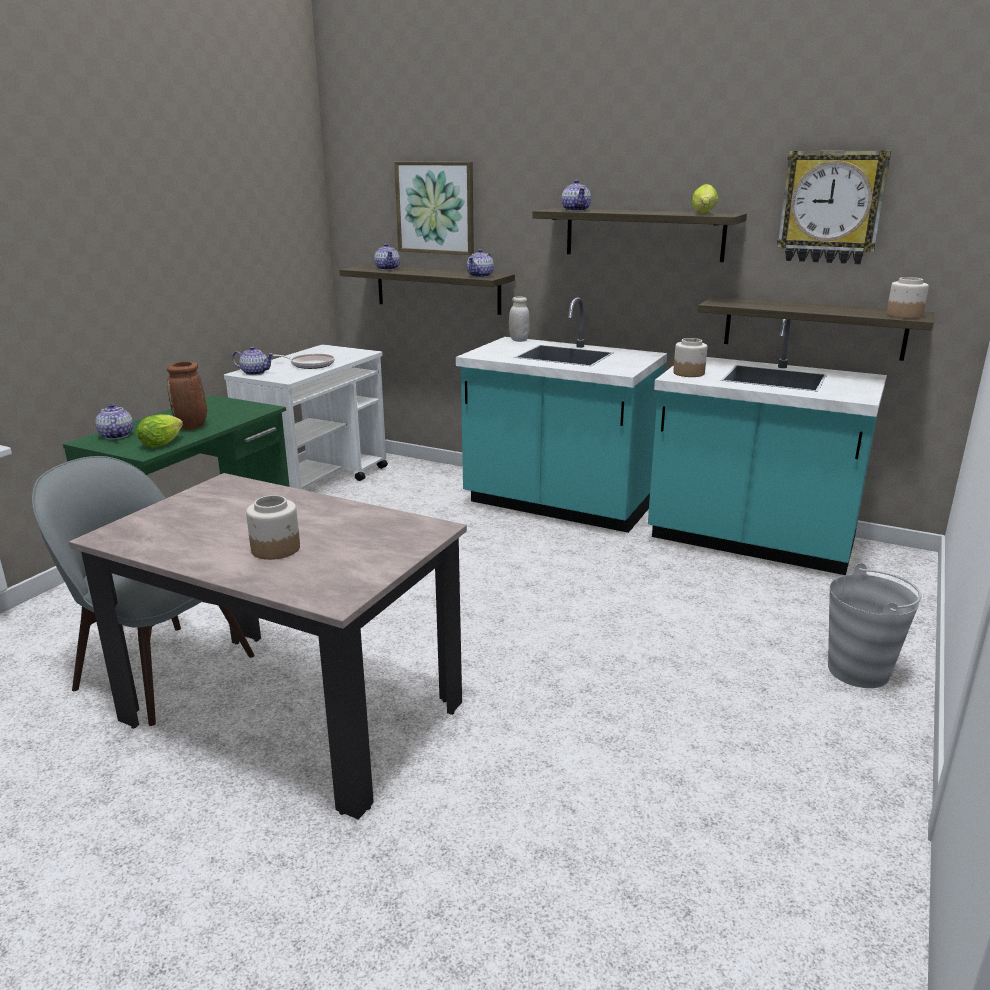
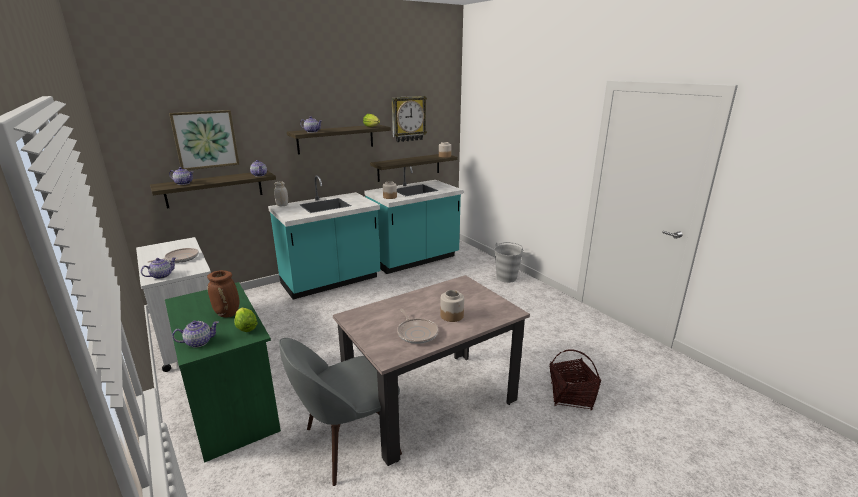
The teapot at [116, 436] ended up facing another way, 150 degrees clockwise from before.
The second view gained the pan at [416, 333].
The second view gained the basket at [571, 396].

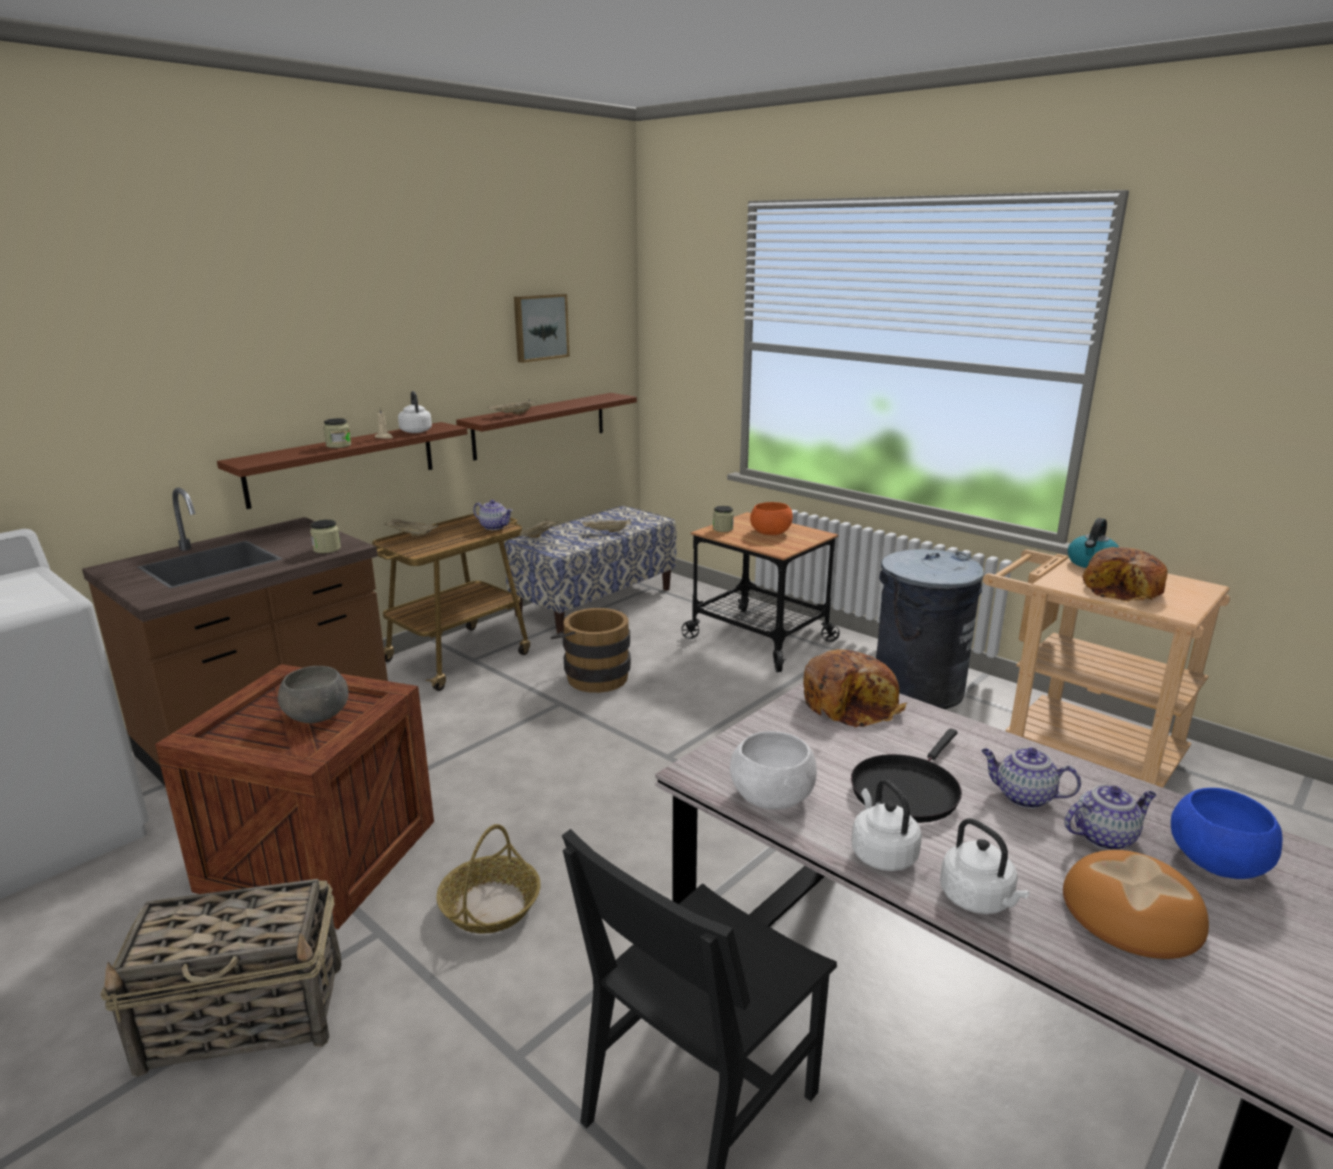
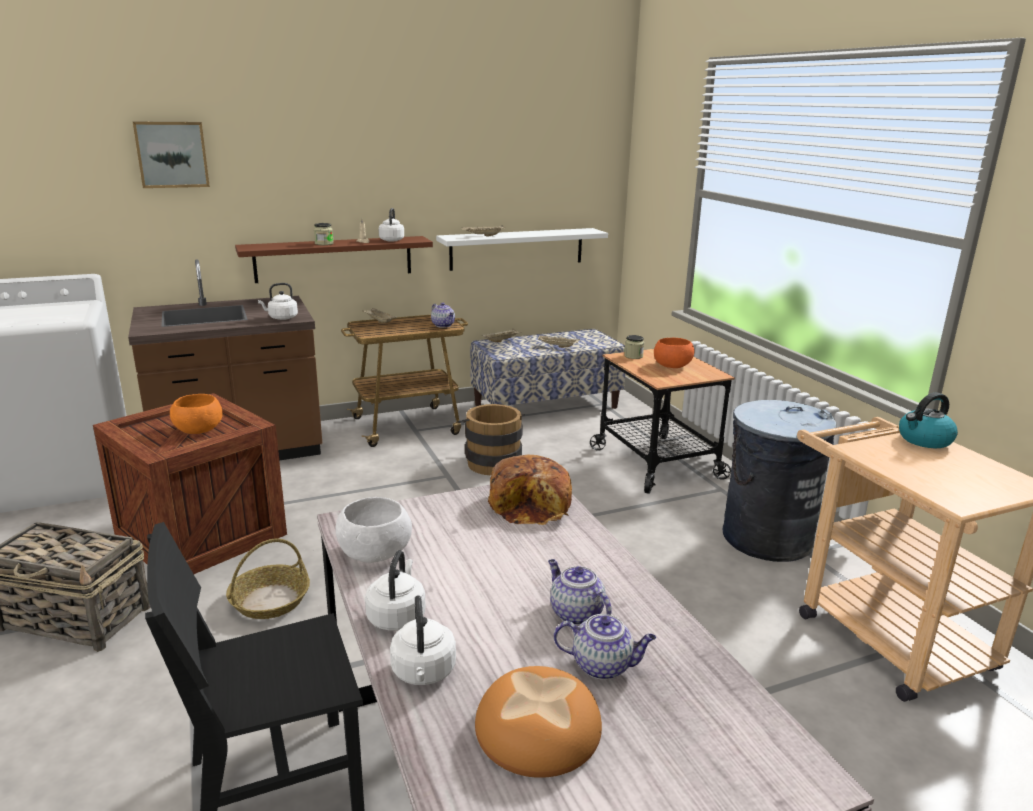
What was the bowl in greyish at [317, 715] turned into the bowl in orange at [199, 429].
Where the preserve jar stood at [327, 549], the kettle in white came to stand at [281, 318].
What was the bracket shelf in brownish at [540, 425] turned into the bracket shelf in white at [517, 249].
The picture ended up elsewhere, having gone from [540, 327] to [172, 154].
The second view lost the pan in black-coloured at [907, 790].
The second view lost the bakery bread at [1124, 590].
The second view lost the bowl in bluish at [1218, 861].

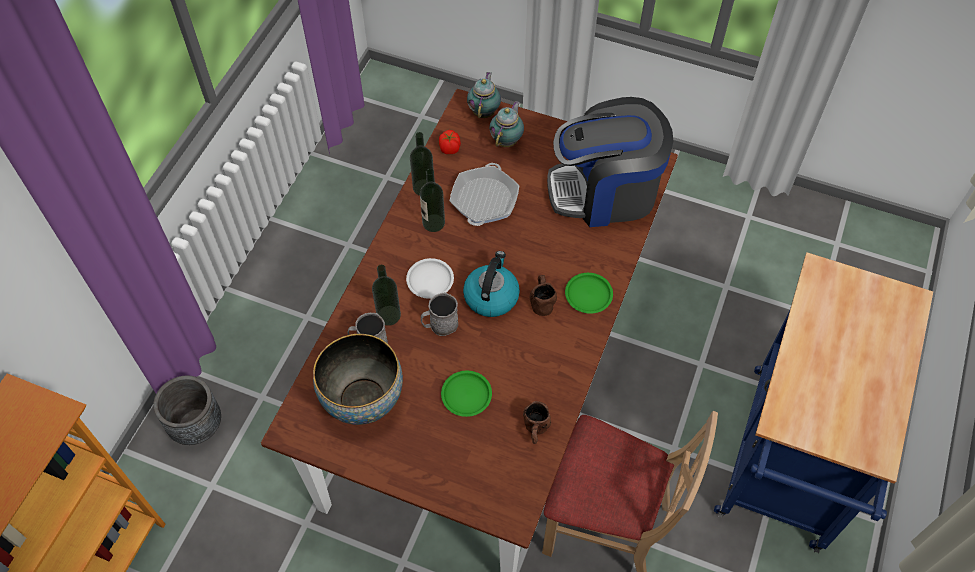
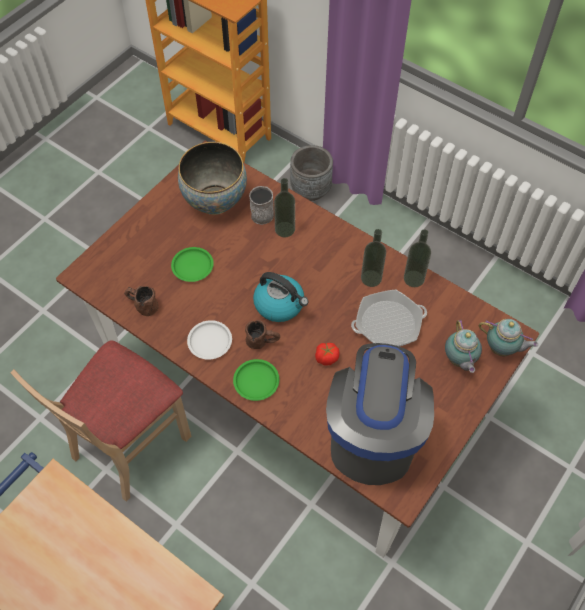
The flat dish in white ended up elsewhere, having gone from [430, 281] to [209, 341].
The second view lost the coffee mug in greyish at [440, 325].
The tomato ended up elsewhere, having gone from [449, 149] to [326, 358].
The pan at [484, 200] ended up facing another way, 45 degrees counterclockwise from before.
The teapot at [507, 140] ended up facing another way, 45 degrees clockwise from before.

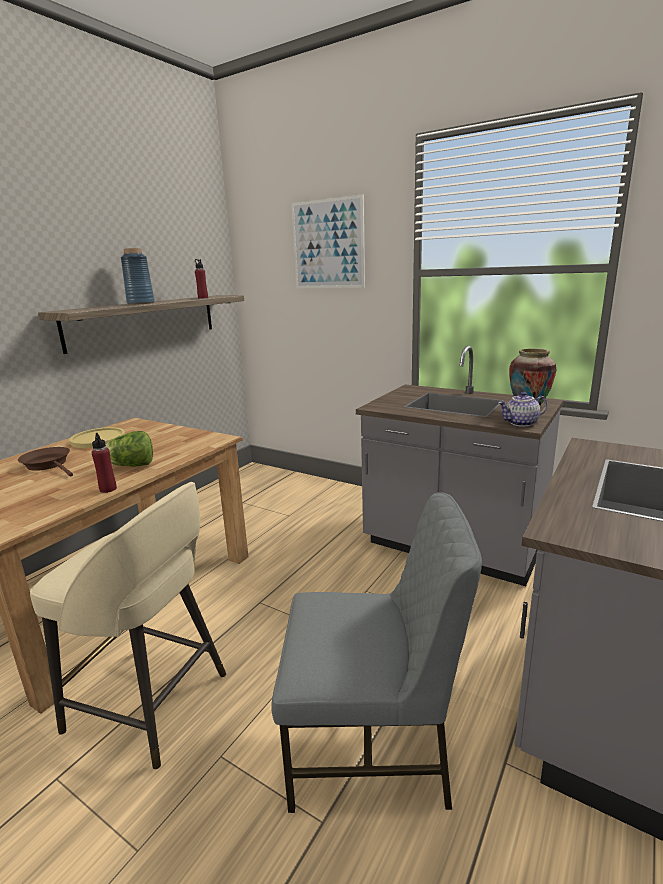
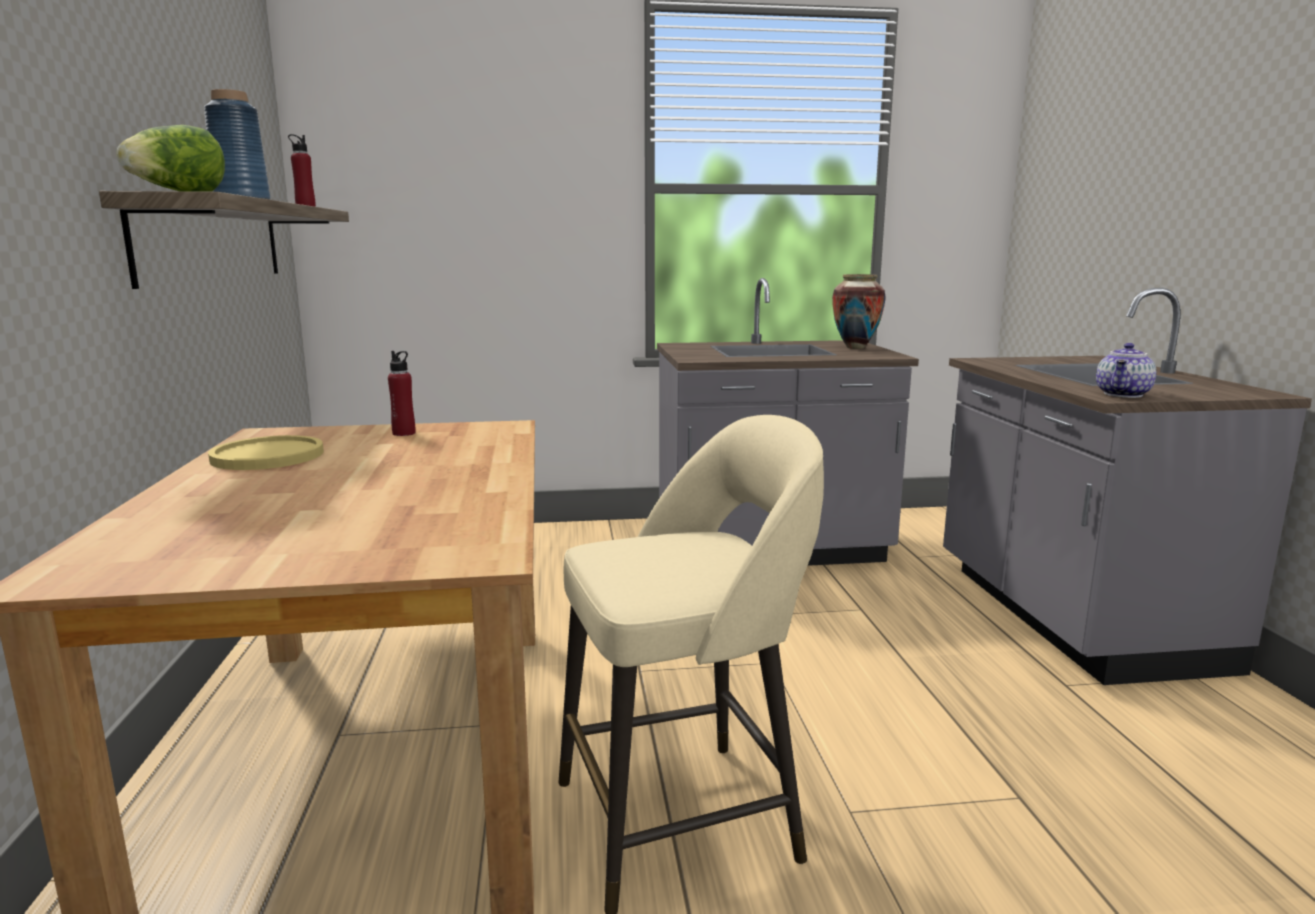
The second view lost the pan in brownish at [49, 465].
The beverage bottle in reddish ended up elsewhere, having gone from [108, 489] to [404, 433].
The head of lettuce ended up elsewhere, having gone from [132, 466] to [179, 192].
The second view lost the chair in greyish at [372, 745].
The second view lost the picture at [328, 244].
The teapot ended up elsewhere, having gone from [521, 423] to [1124, 394].

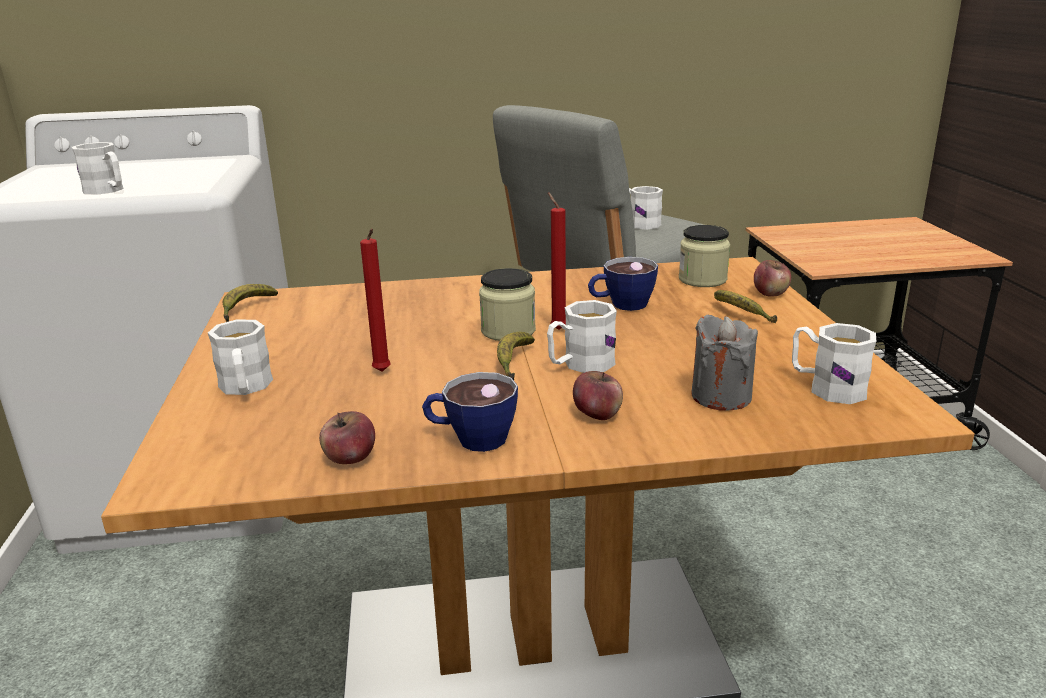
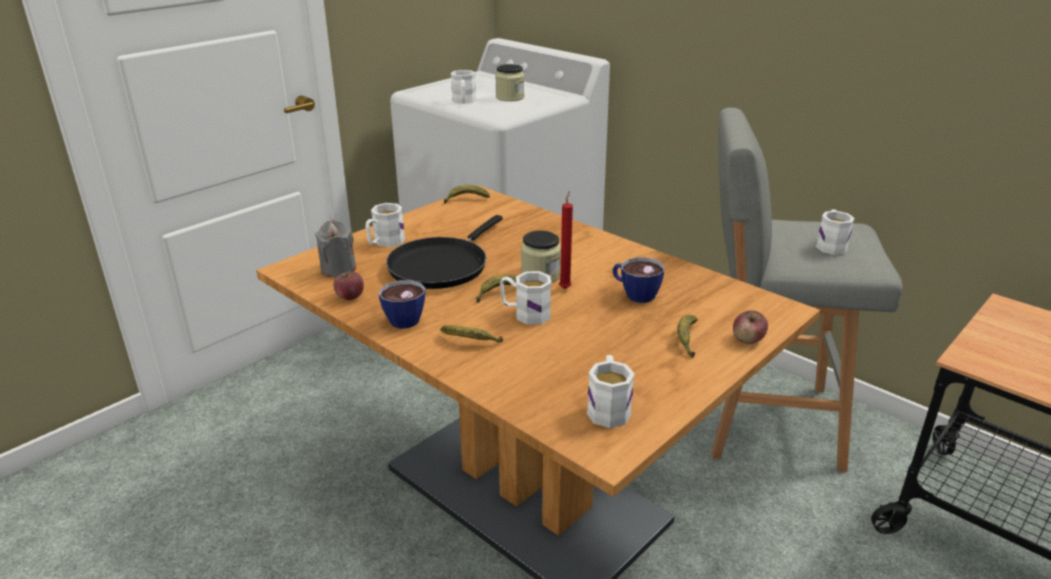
Where the wax candle in reddish stood at [382, 373], the pan in black-coloured came to stand at [441, 265].
Where the apple stood at [597, 414], the whole banana came to stand at [470, 342].
The preserve jar ended up elsewhere, having gone from [702, 279] to [510, 97].
The wax candle in greyish ended up elsewhere, having gone from [721, 396] to [338, 269].

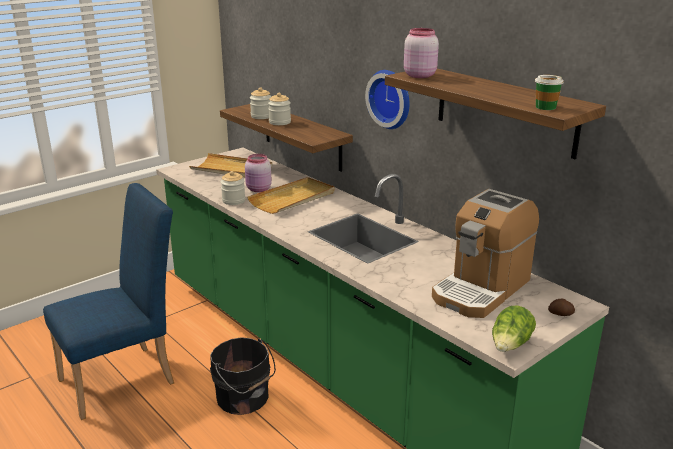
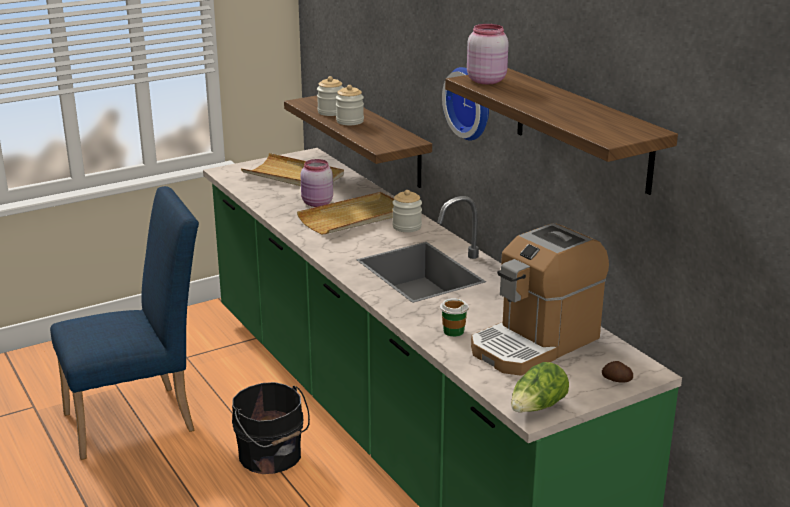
The preserve jar ended up elsewhere, having gone from [233, 201] to [407, 227].
The small cup ended up elsewhere, having gone from [545, 107] to [453, 331].

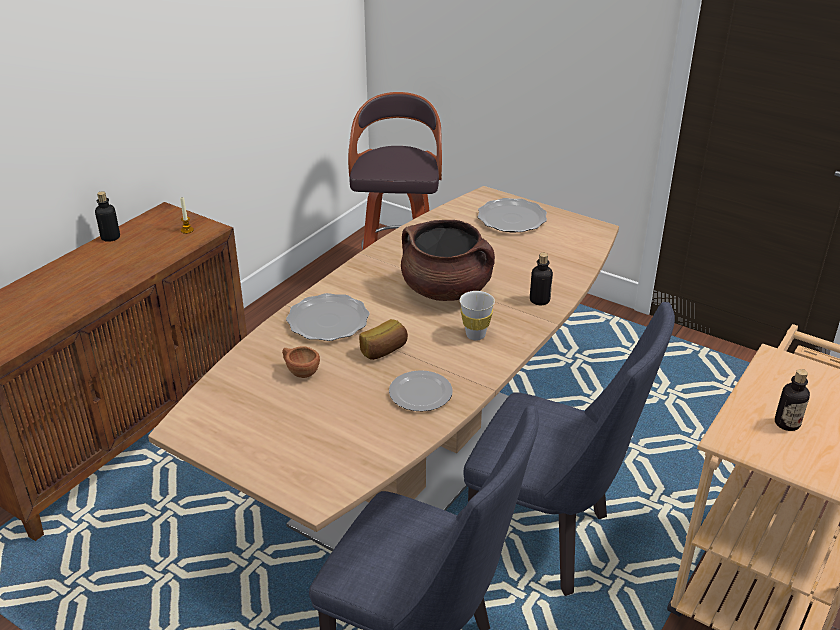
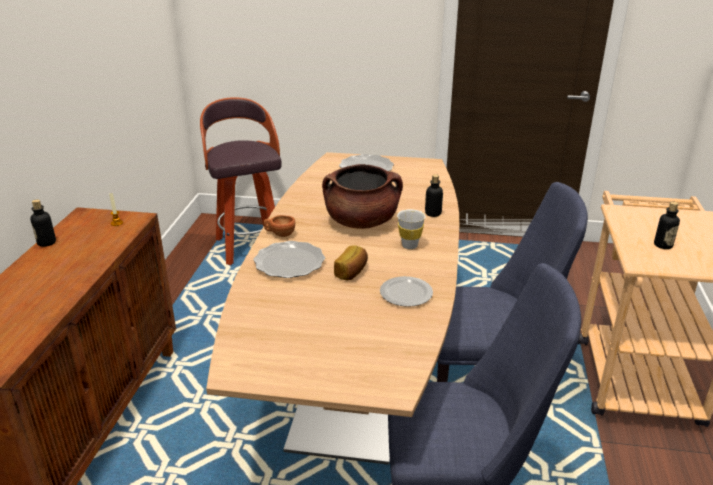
The small cup in brownish ended up elsewhere, having gone from [300, 371] to [279, 234].

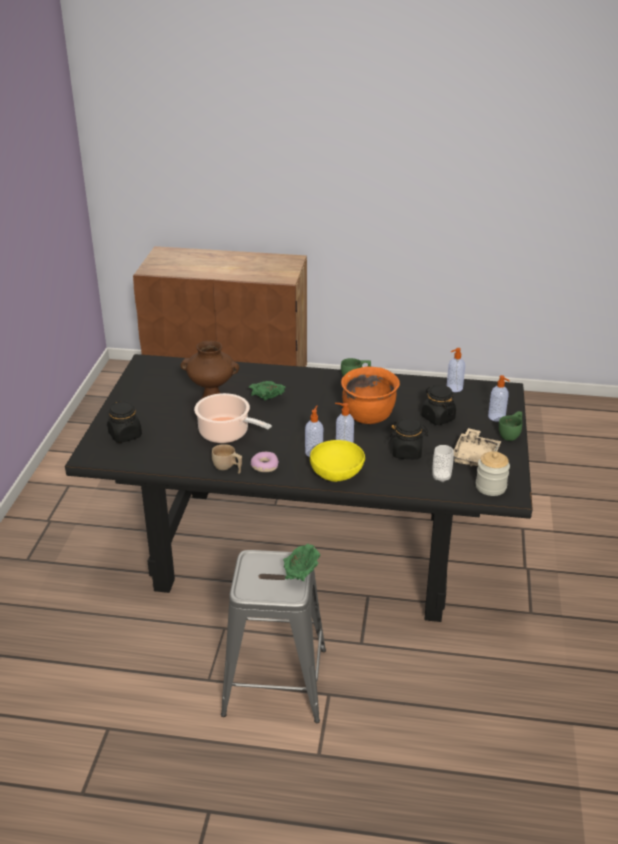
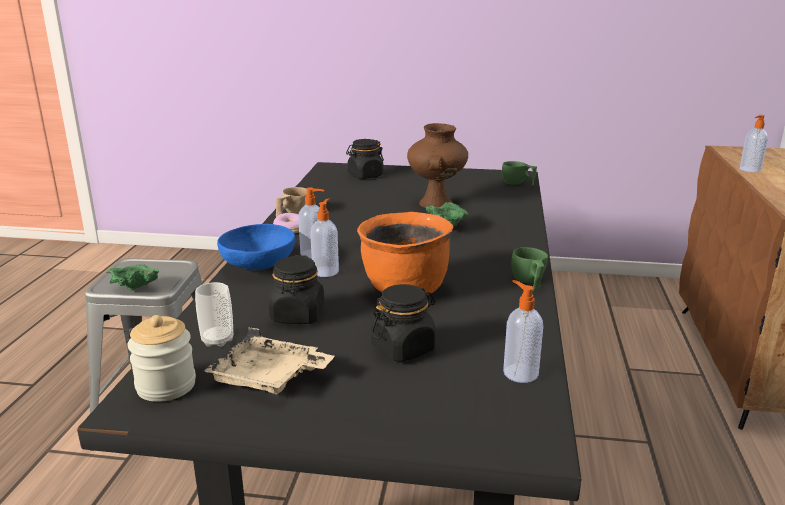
The second view lost the stockpot at [226, 433].
What was the bowl in yellow at [337, 473] turned into the bowl in bluish at [259, 267].
The soap dispenser ended up elsewhere, having gone from [497, 417] to [749, 169].
The small cup in green ended up elsewhere, having gone from [511, 434] to [518, 184].

